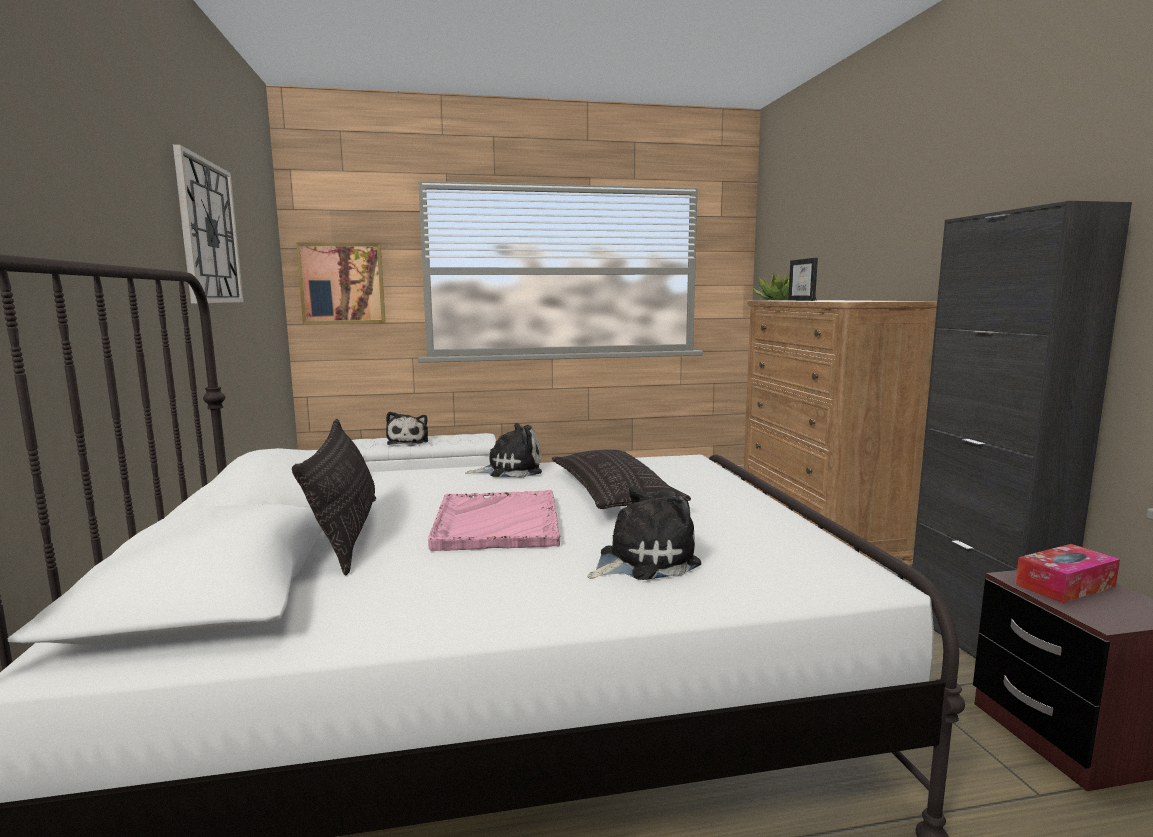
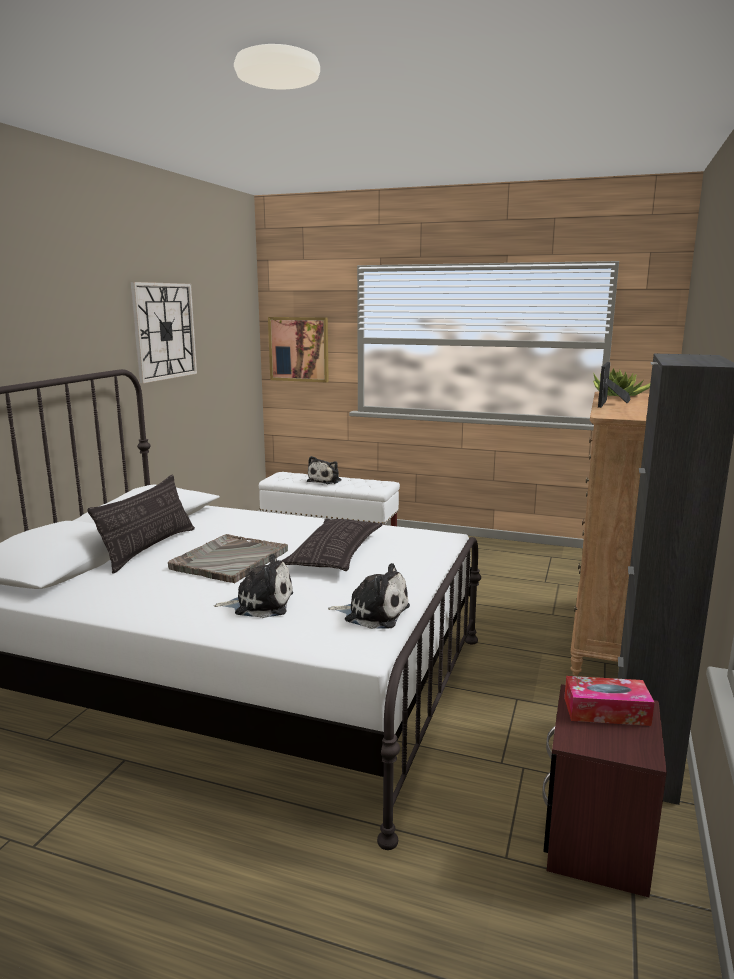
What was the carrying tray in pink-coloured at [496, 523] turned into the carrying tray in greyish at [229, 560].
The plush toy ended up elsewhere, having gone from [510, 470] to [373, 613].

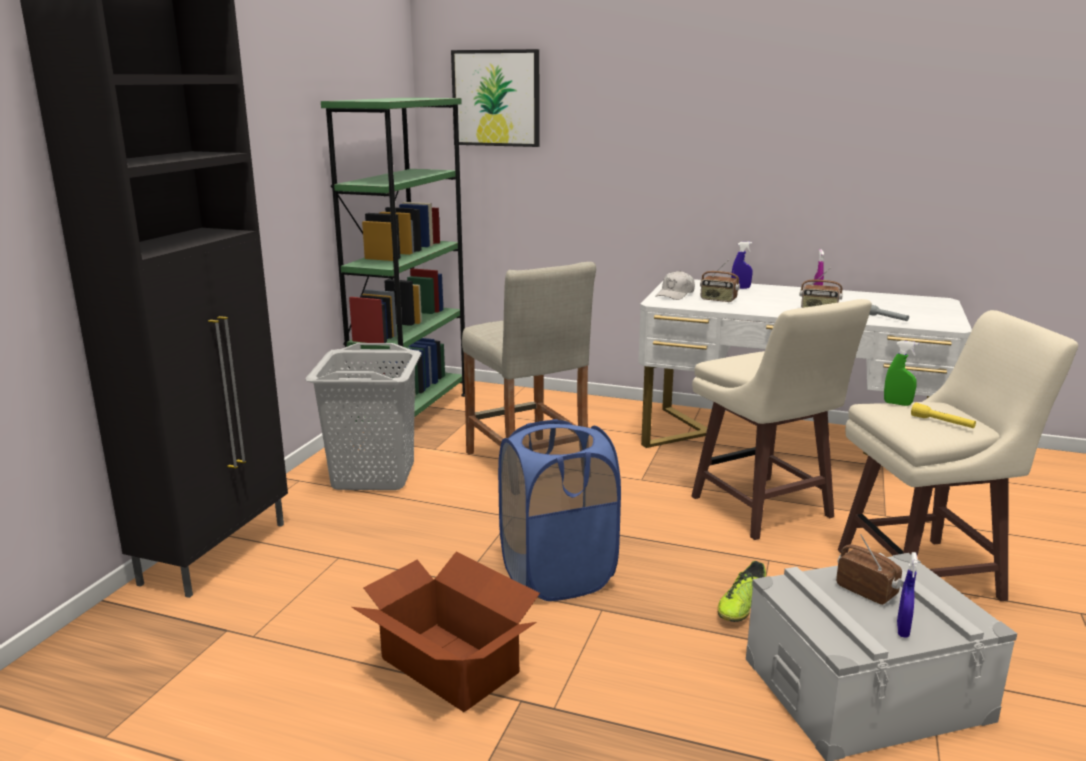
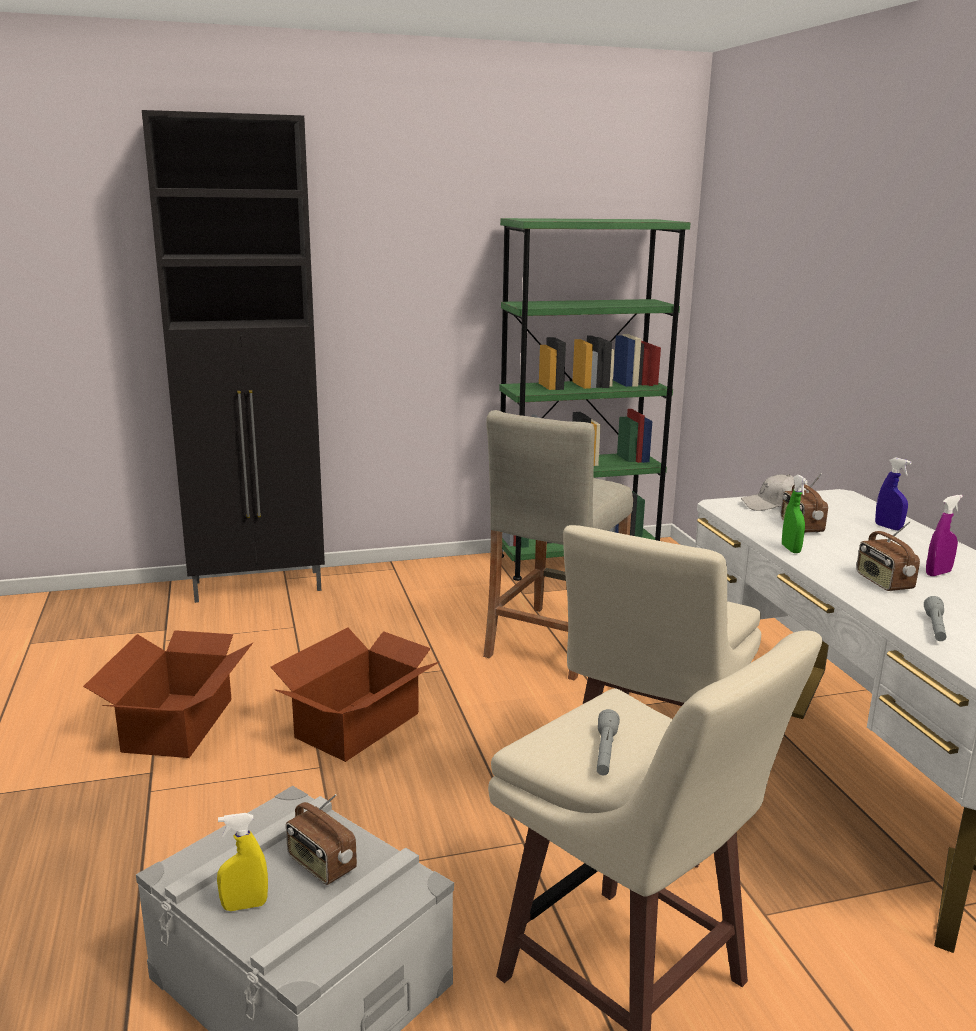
The second view lost the laundry basket in greyish at [374, 475].
The second view lost the picture at [496, 98].
Where the laundry basket in bluish stood at [557, 575], the cardboard box came to stand at [359, 725].
The second view lost the low shoe at [741, 606].
The radio receiver at [866, 591] ended up facing another way, 120 degrees clockwise from before.
The sprayer in green ended up elsewhere, having gone from [897, 404] to [791, 549].
What was the sprayer in bluish at [902, 630] turned into the sprayer in yellow at [244, 905].
What was the flashlight in yellow at [942, 423] turned into the flashlight in greyish at [605, 752].

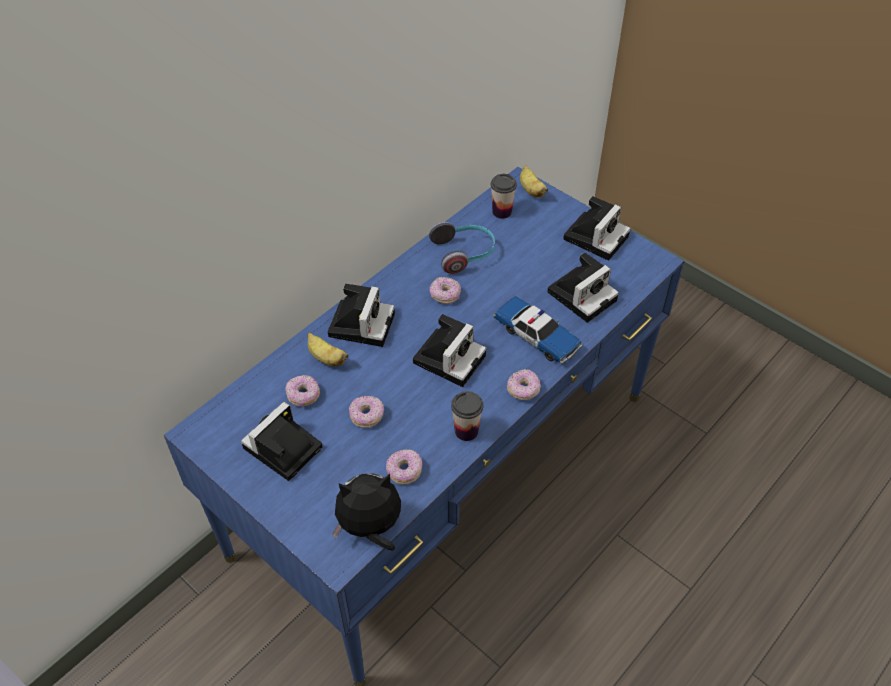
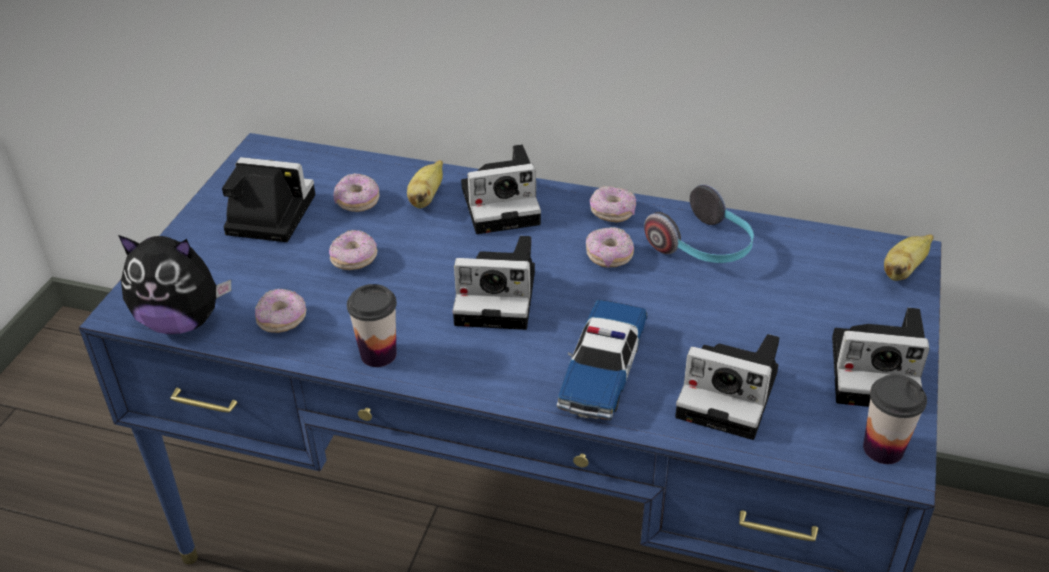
The plush toy at [370, 528] ended up facing another way, 135 degrees clockwise from before.
The small cup ended up elsewhere, having gone from [502, 212] to [883, 449].
The donut ended up elsewhere, having gone from [523, 390] to [612, 213].

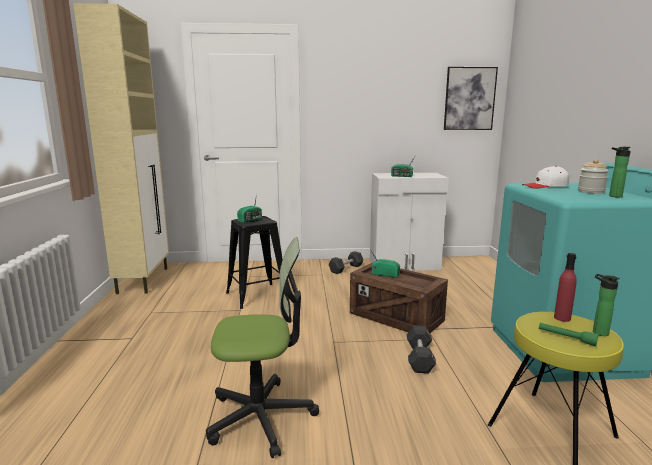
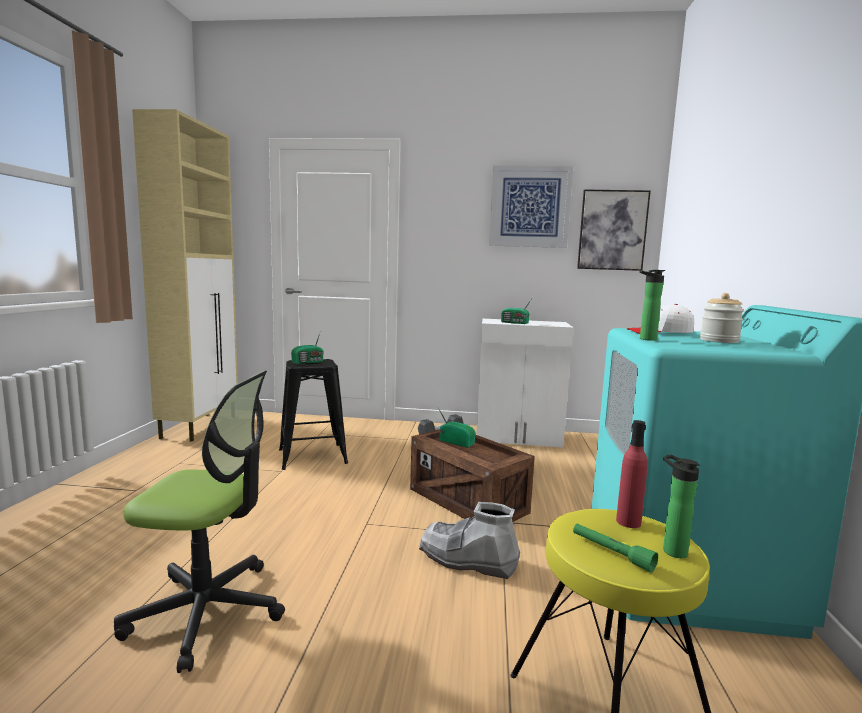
Where the free weight in black-coloured stood at [419, 358], the boot in greyish came to stand at [467, 559].
The beverage bottle ended up elsewhere, having gone from [613, 196] to [645, 339].
The second view gained the picture at [530, 207].

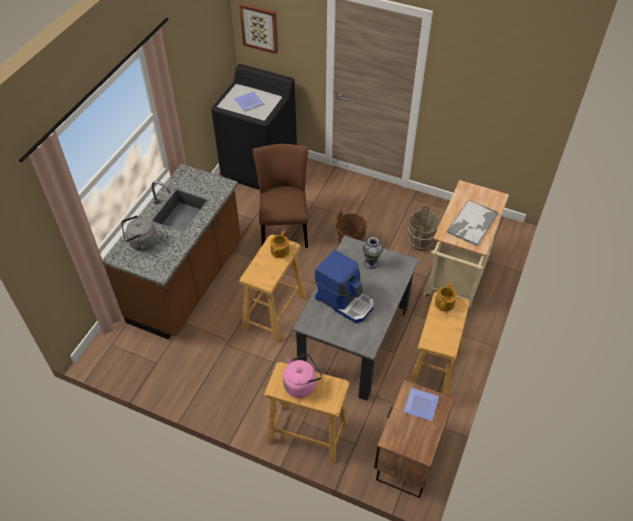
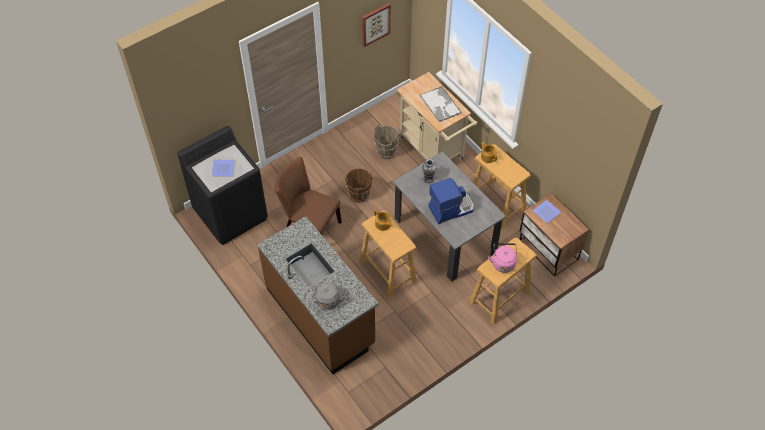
The picture ended up elsewhere, having gone from [259, 28] to [375, 24].

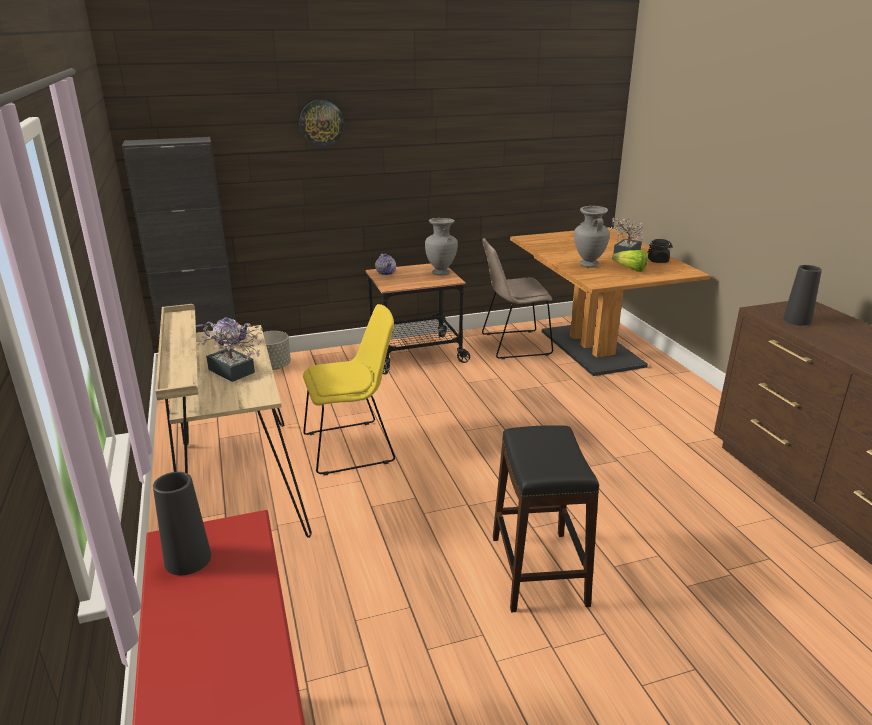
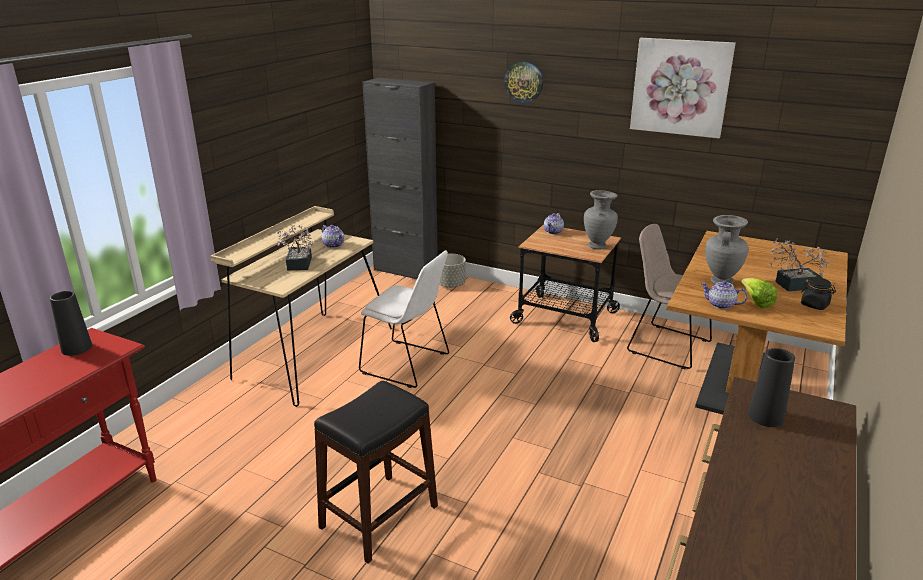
What was the chair in yellow at [352, 447] turned into the chair in white at [408, 364].
The second view gained the picture at [680, 87].
The second view gained the teapot at [720, 305].

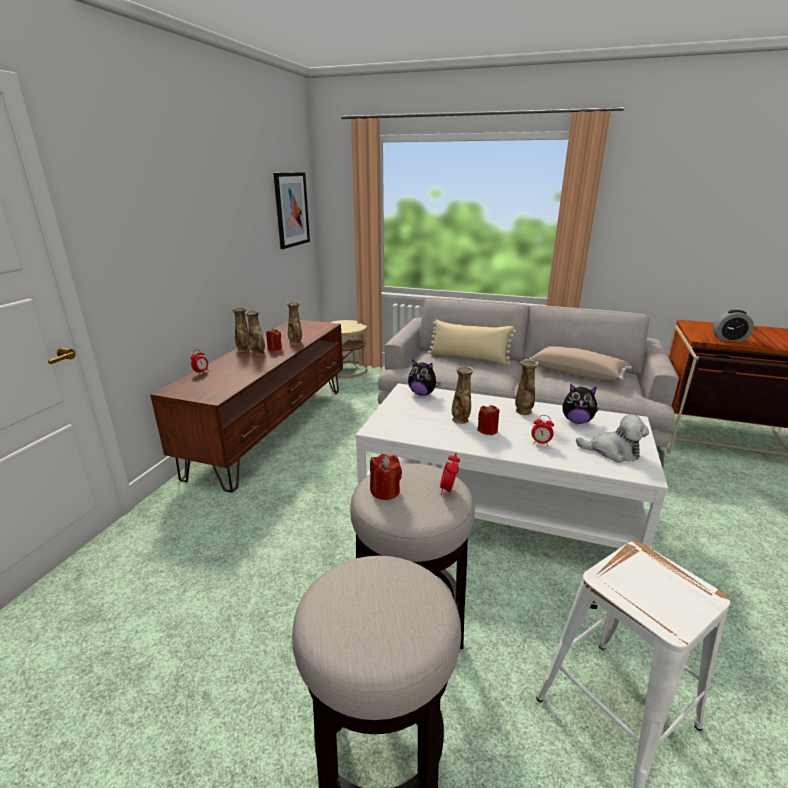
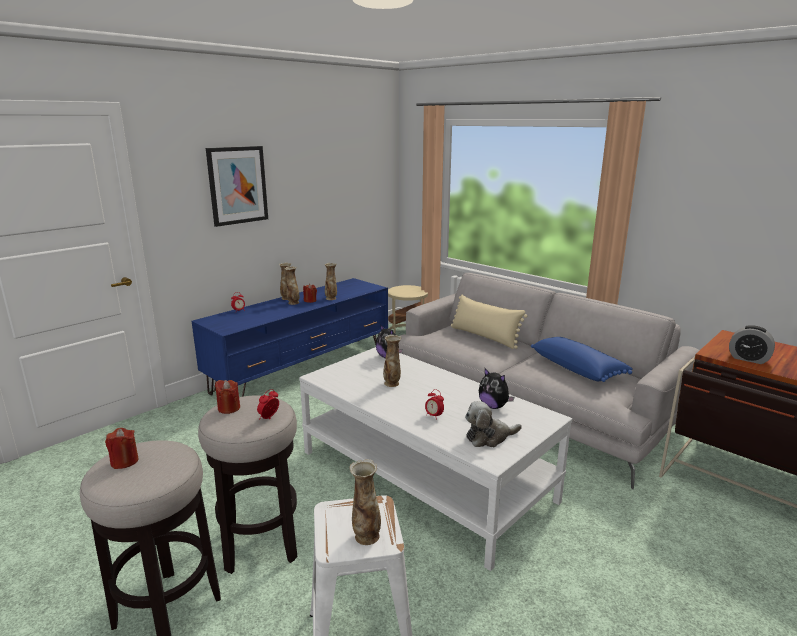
What was the tv unit in brownish at [272, 428] turned into the tv unit in bluish at [303, 370].
The picture ended up elsewhere, having gone from [291, 209] to [237, 185].
The wax candle in reddish ended up elsewhere, having gone from [487, 430] to [124, 461].
The flower vase ended up elsewhere, having gone from [523, 411] to [366, 537].
What was the pillow in beige-coloured at [577, 373] turned into the pillow in bluish at [578, 369].
The plush toy at [612, 452] ended up facing another way, 120 degrees clockwise from before.

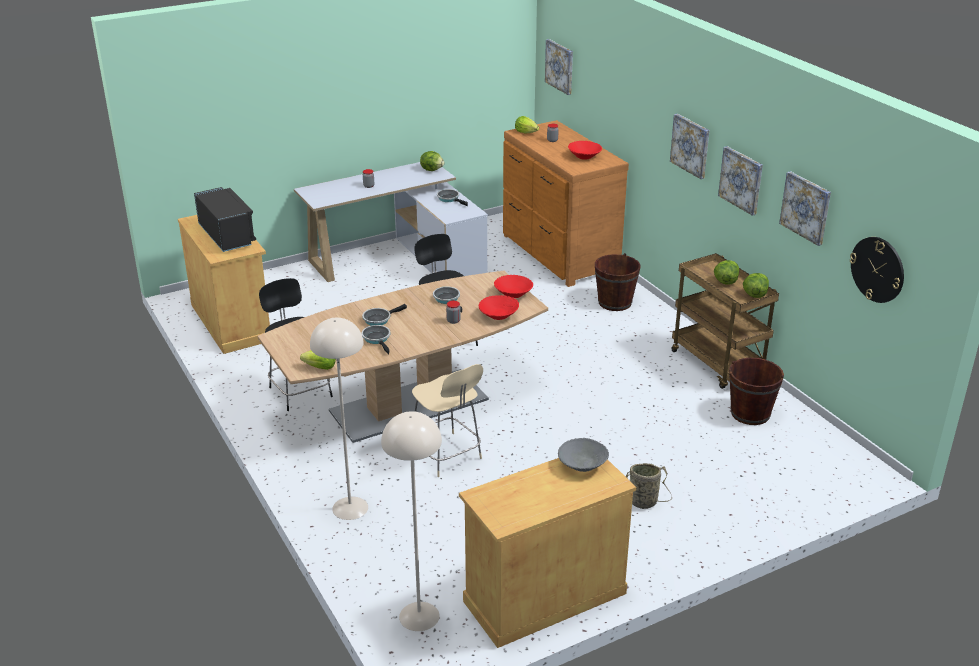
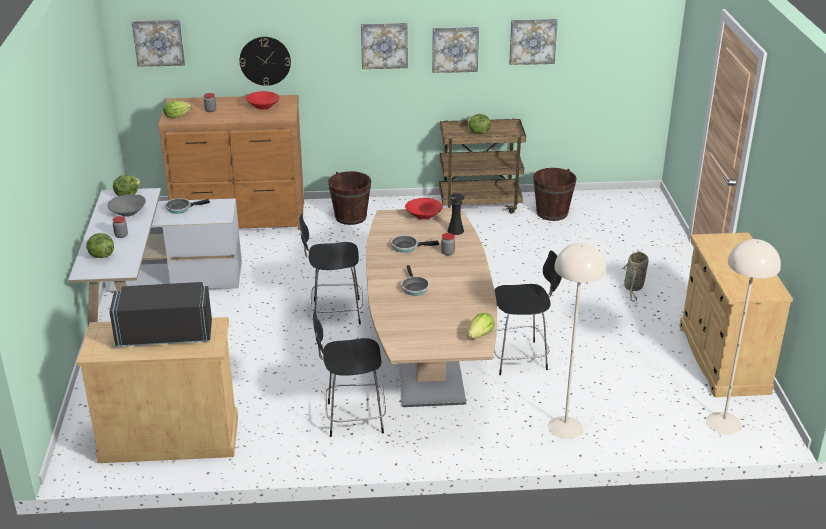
The second view lost the pan at [377, 339].
What was the chair in beige-coloured at [447, 456] turned into the chair in black-coloured at [520, 357].
Where the bowl in reddish stood at [498, 315], the flower vase in black-coloured came to stand at [455, 230].
The bowl in greyish ended up elsewhere, having gone from [582, 465] to [128, 212].
The head of lettuce ended up elsewhere, having gone from [754, 295] to [101, 256].
The wall clock ended up elsewhere, having gone from [877, 269] to [265, 60].

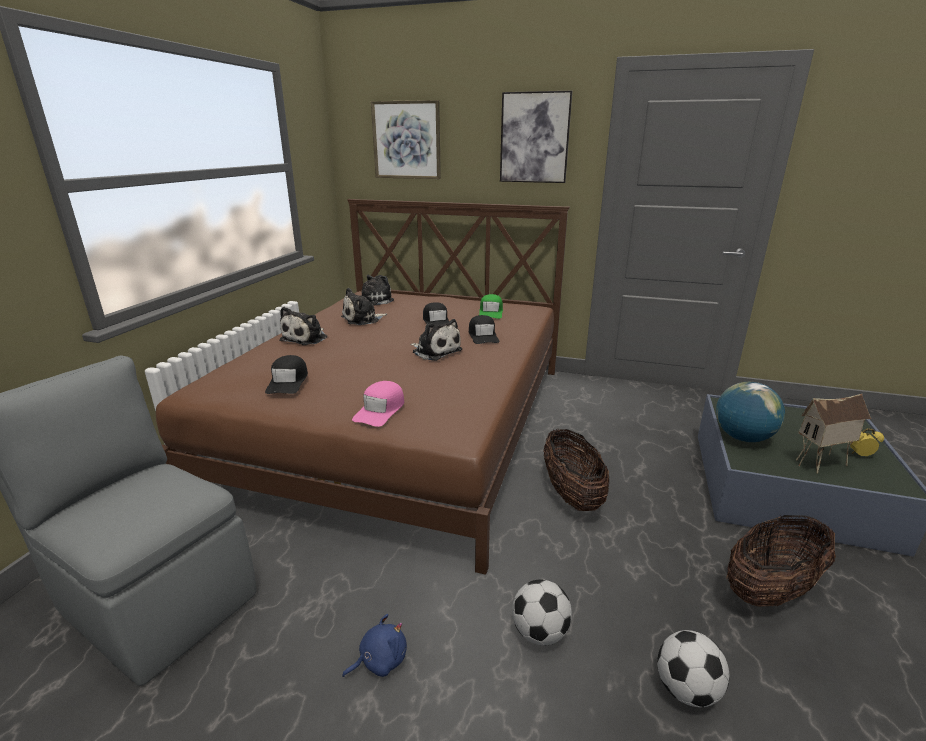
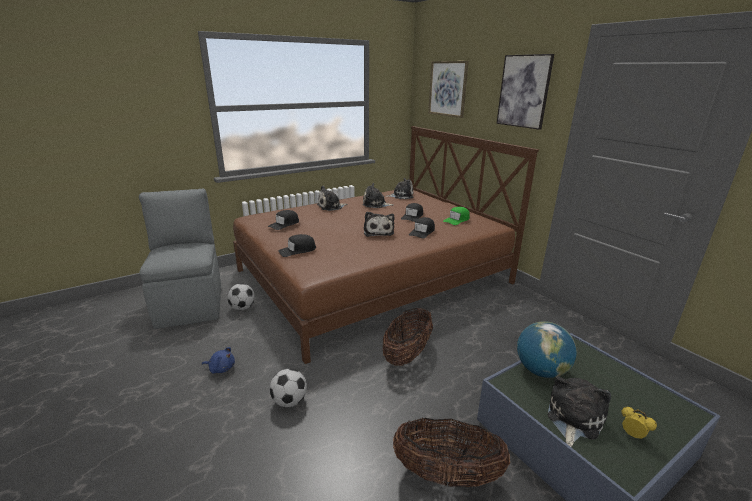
What was the cap in pink-coloured at [380, 410] turned into the cap in black-coloured at [297, 250].
The football ended up elsewhere, having gone from [686, 690] to [242, 308].
Where the toy house stood at [820, 465], the plush toy came to stand at [573, 419].

